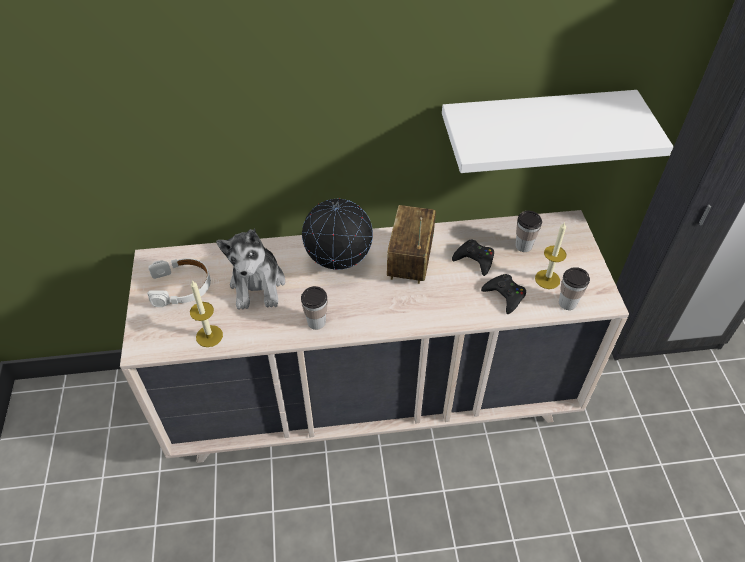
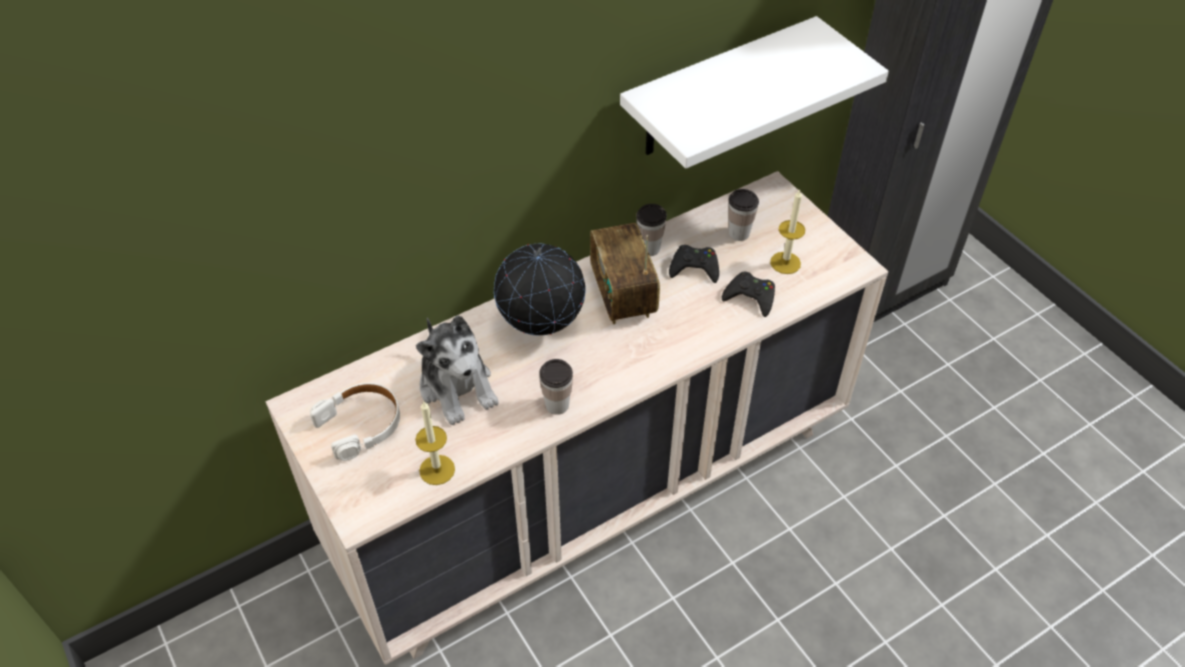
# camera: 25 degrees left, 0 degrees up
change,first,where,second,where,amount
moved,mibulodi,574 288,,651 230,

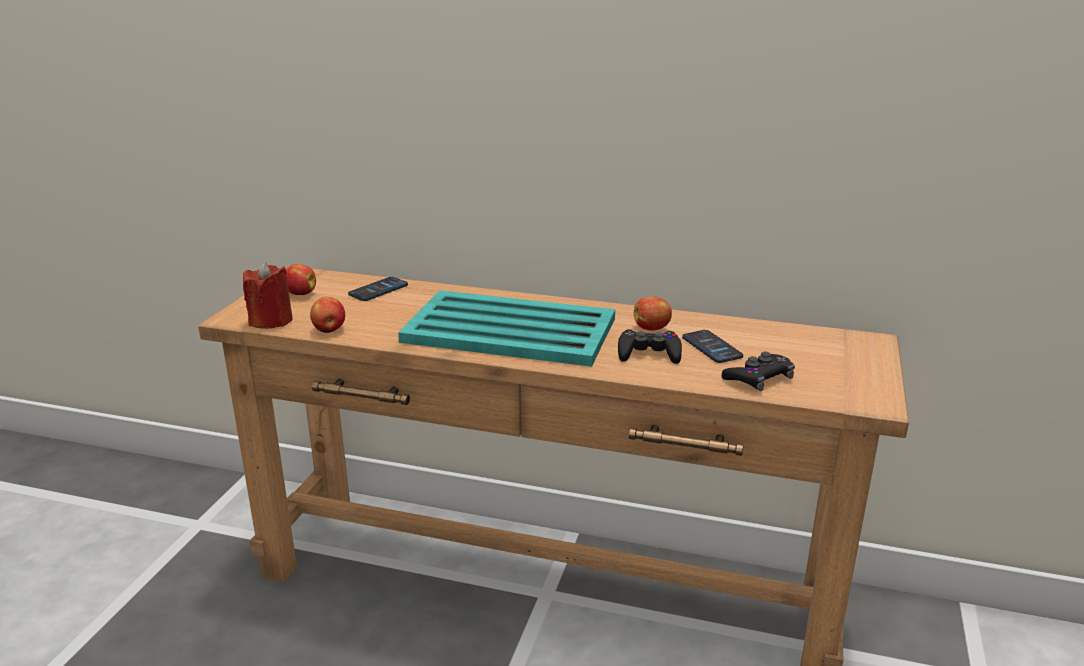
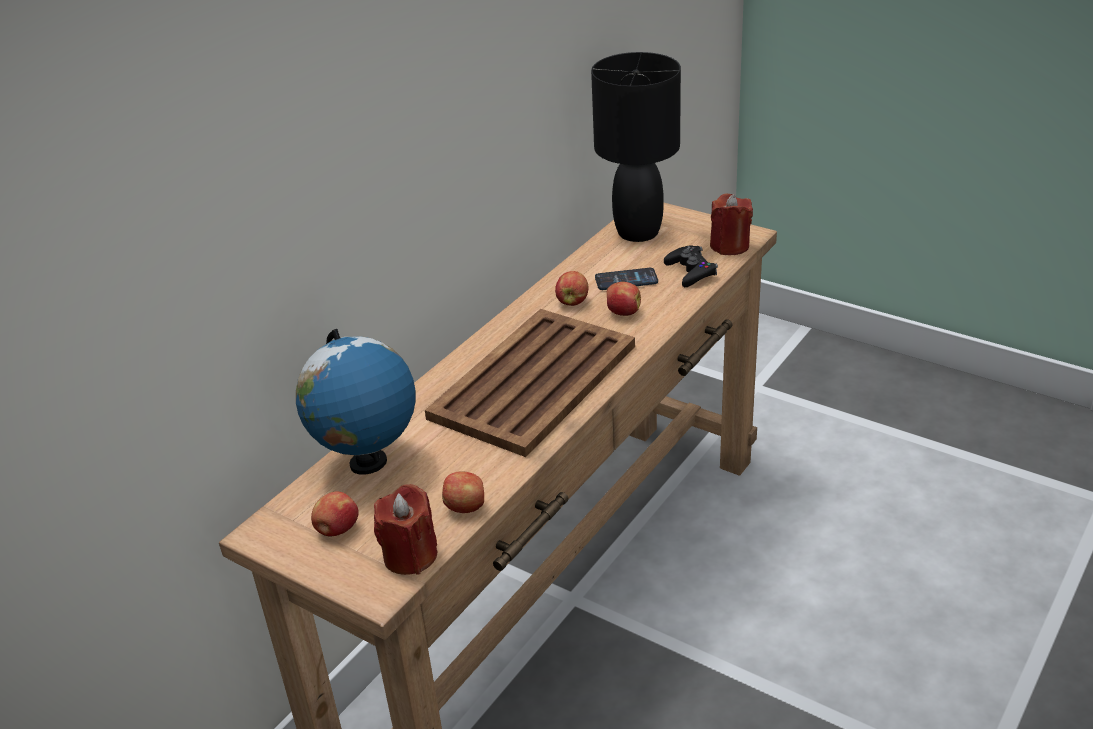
# camera: 70 degrees left, 10 degrees up
change,first,where,second,where,amount
replaced,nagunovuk,378 289,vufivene,356 402,
recoloured,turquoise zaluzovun,506 328,brown zaluzovun,530 383,
added,,,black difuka,636 147,
replaced,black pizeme,650 346,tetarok,624 299,
added,,,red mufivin,731 224,

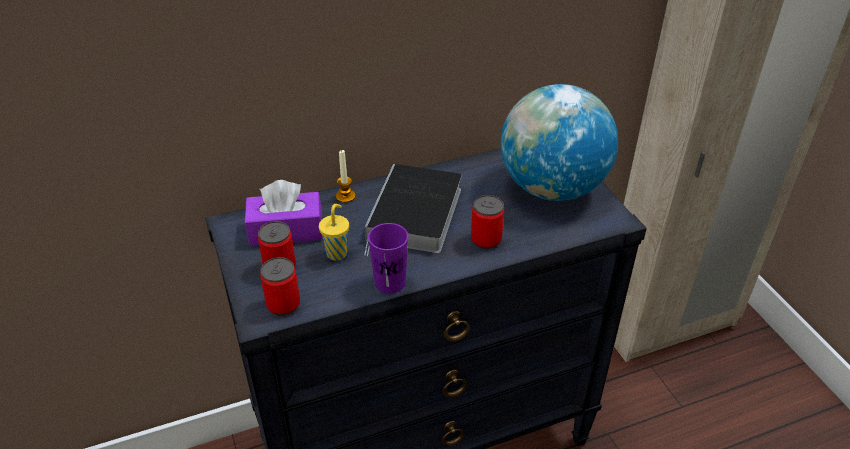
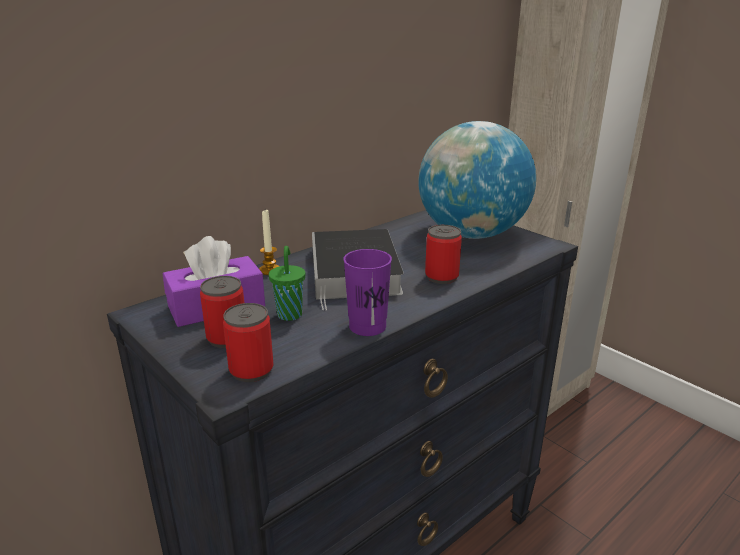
# camera: 20 degrees left, 15 degrees down
change,first,where,second,where,amount
recoloured,yellow mibulodi,334 232,green mibulodi,287 283,

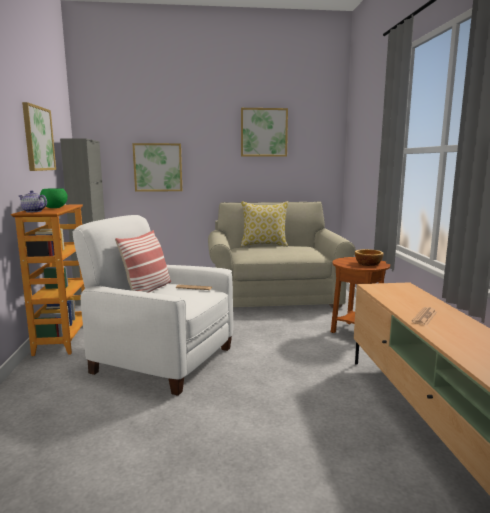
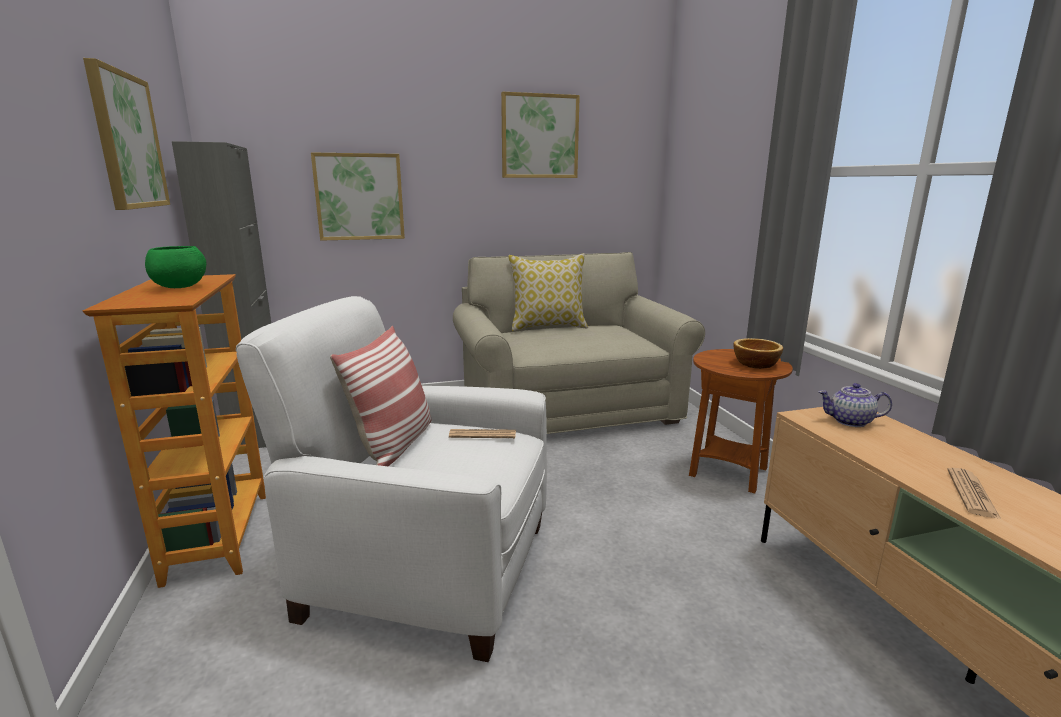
# camera: 10 degrees left, 5 degrees up
change,first,where,second,where,amount
moved,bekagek,33 201,,855 405,

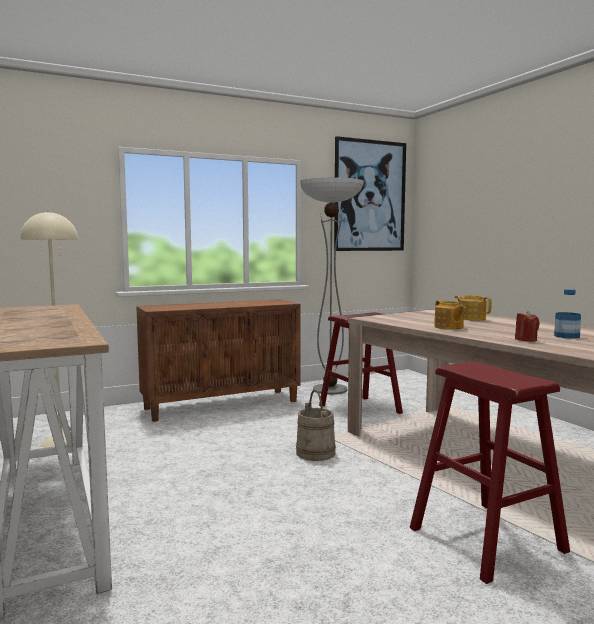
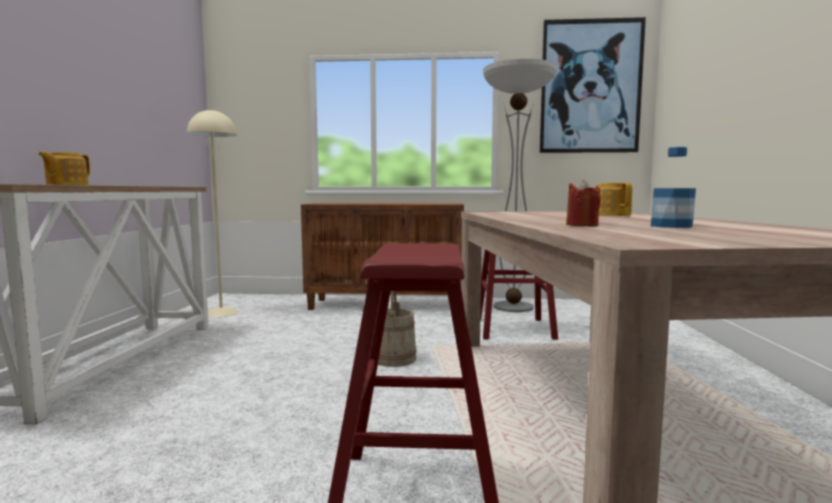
# camera: 30 degrees right, 0 degrees up
change,first,where,second,where,amount
moved,bekagek,450 314,,64 168,

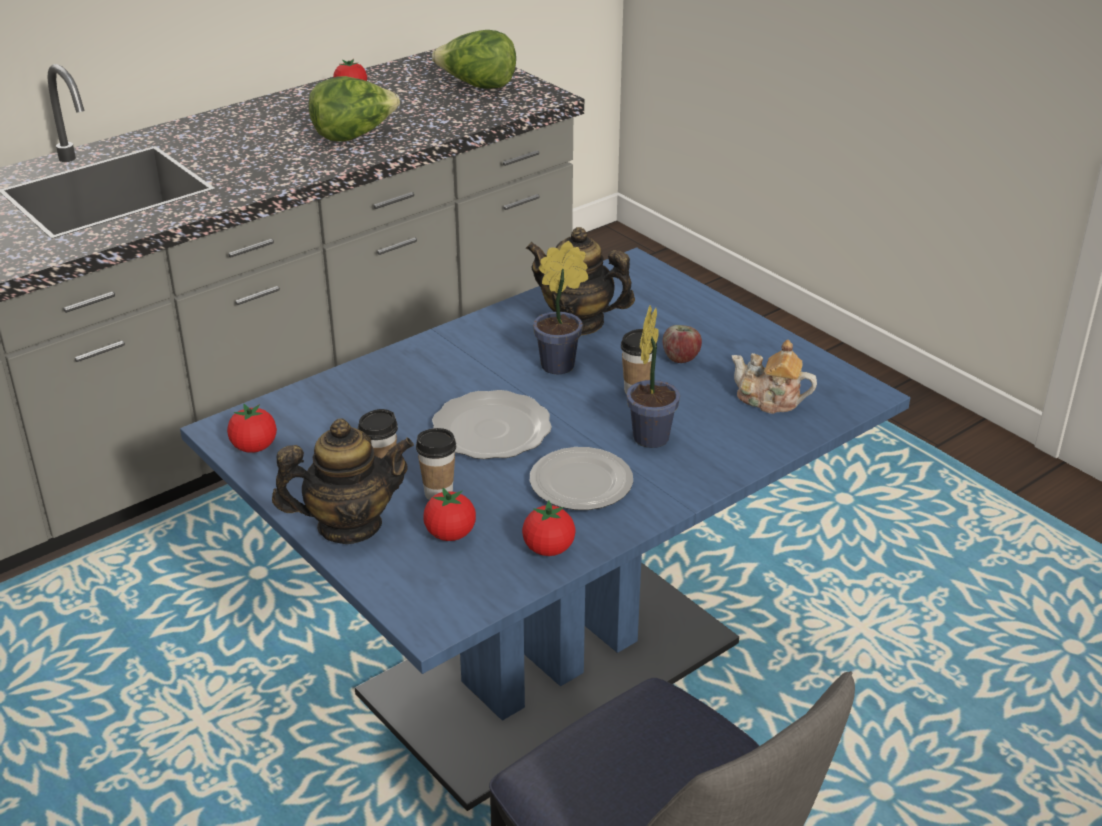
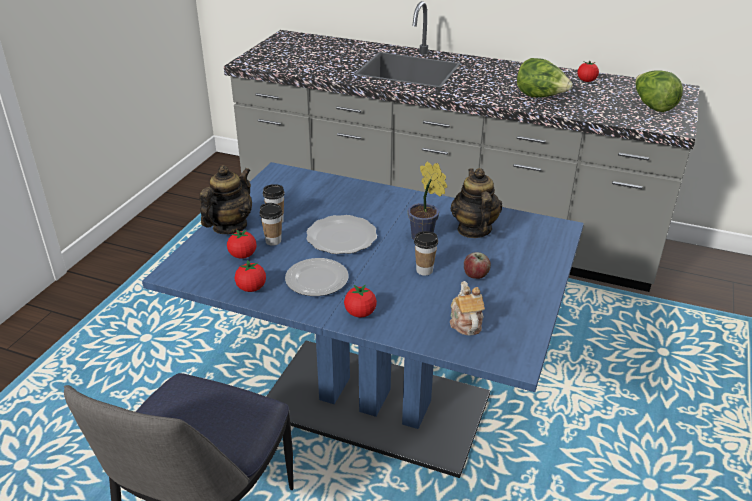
# camera: 60 degrees right, 0 degrees up
change,first,where,second,where,amount
turned,bekagek,343 481,,225 199,105 degrees counterclockwise
moved,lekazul,252 428,,360 301,
removed,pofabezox,653 377,,,

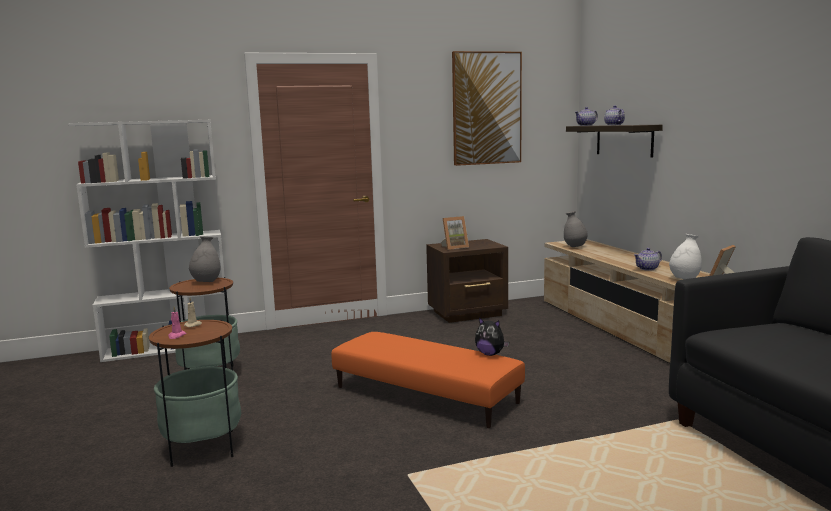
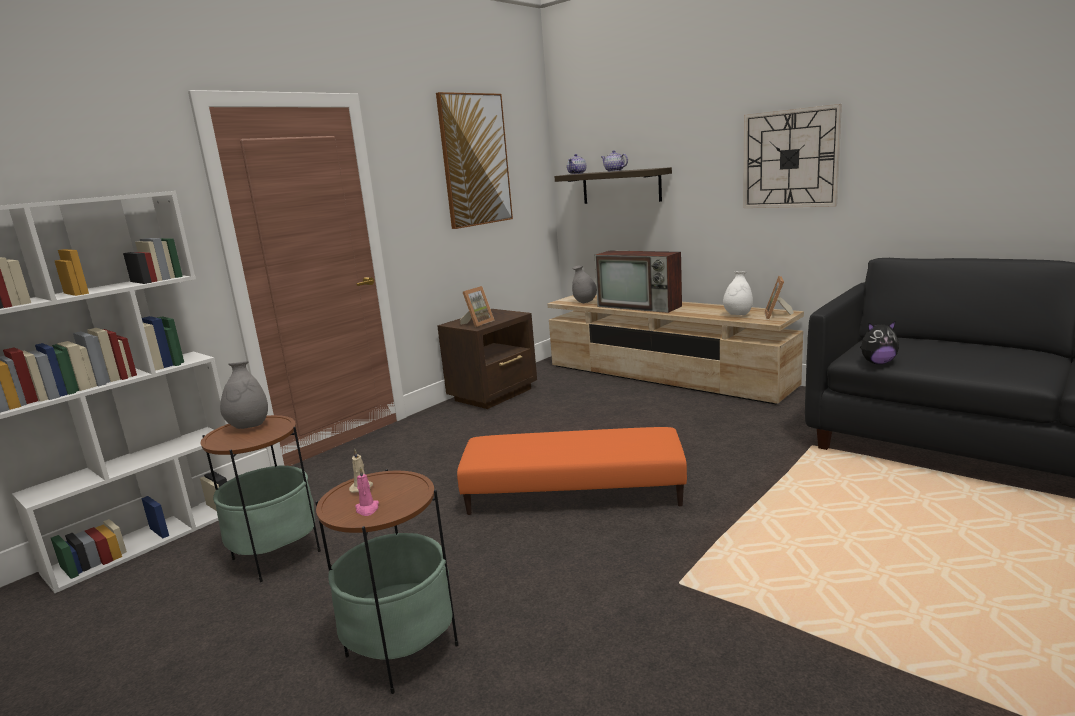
# camera: 30 degrees left, 5 degrees up
change,first,where,second,where,amount
added,,,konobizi,638 281,
added,,,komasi,792 156,
moved,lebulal,492 336,,879 342,
removed,bekagek,648 259,,,

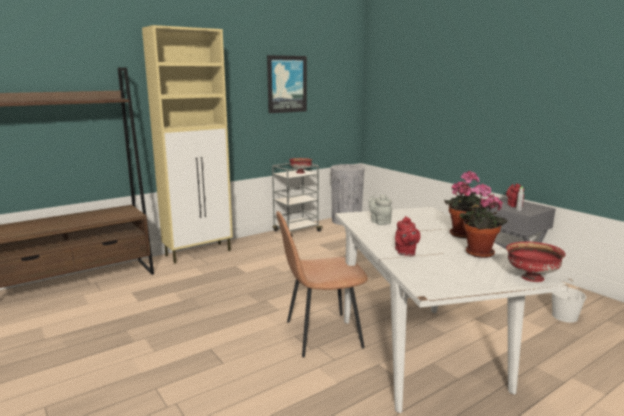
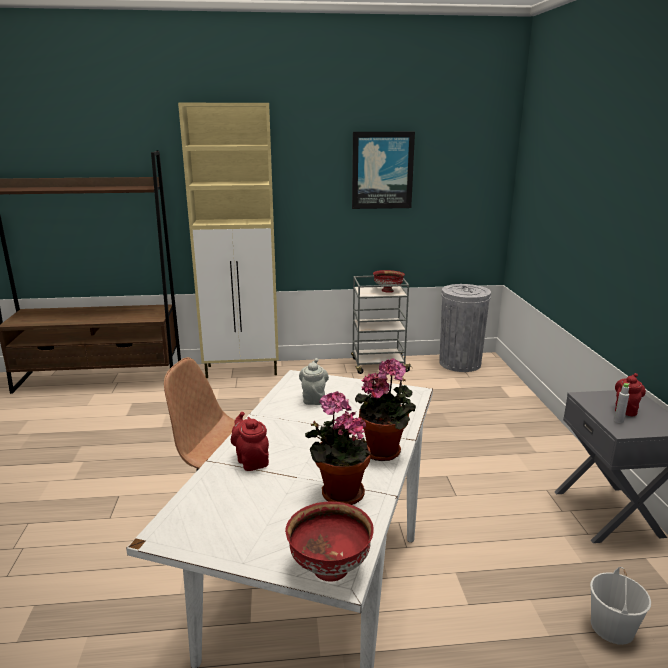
# camera: 30 degrees right, 5 degrees up
change,first,where,second,where,amount
turned,red bekagek,407 236,,250 441,120 degrees clockwise

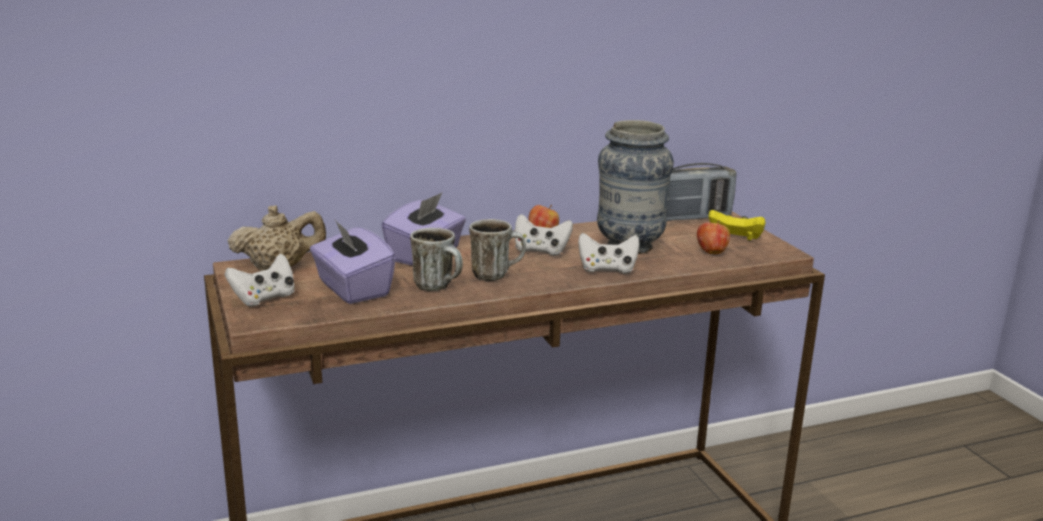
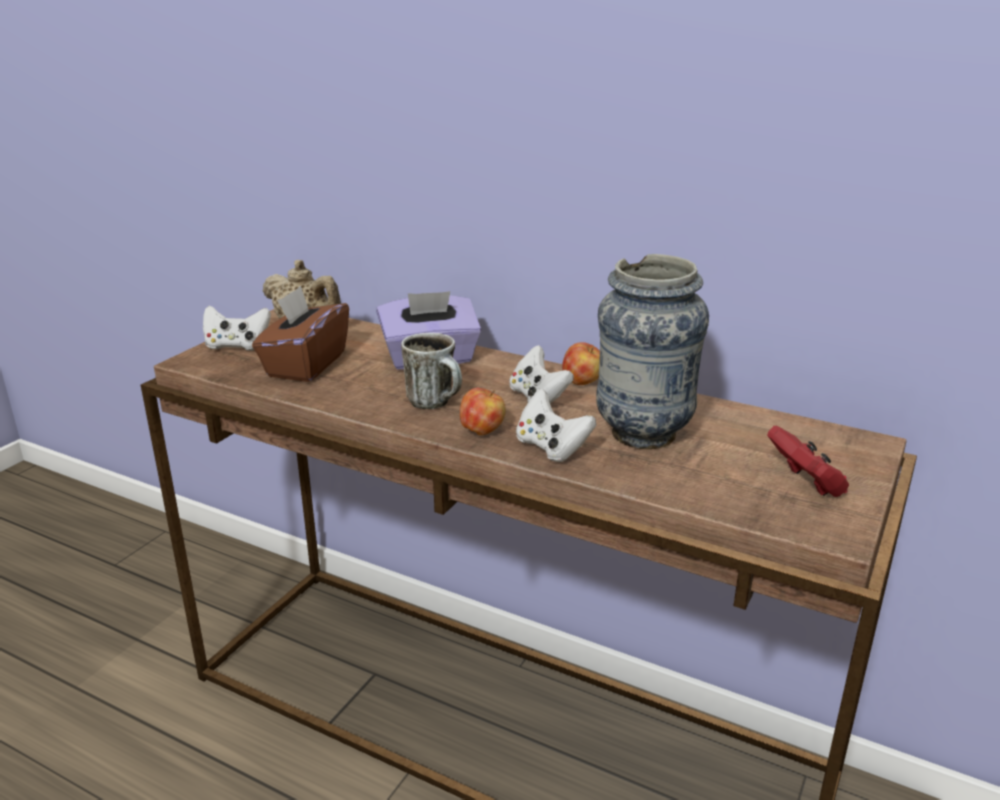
# camera: 50 degrees right, 5 degrees up
change,first,where,second,where,amount
recoloured,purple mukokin,353 262,brown mukokin,300 334,
moved,tetarok,713 237,,483 411,
recoloured,yellow pizeme,737 225,red pizeme,808 461,
removed,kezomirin,436 259,,,
removed,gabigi,701 192,,,

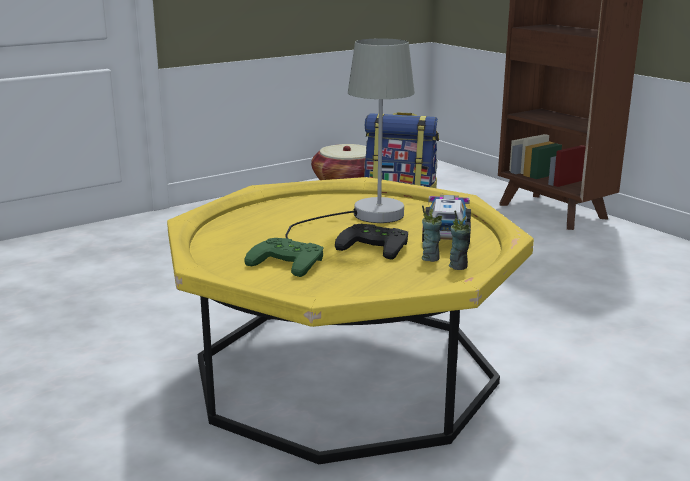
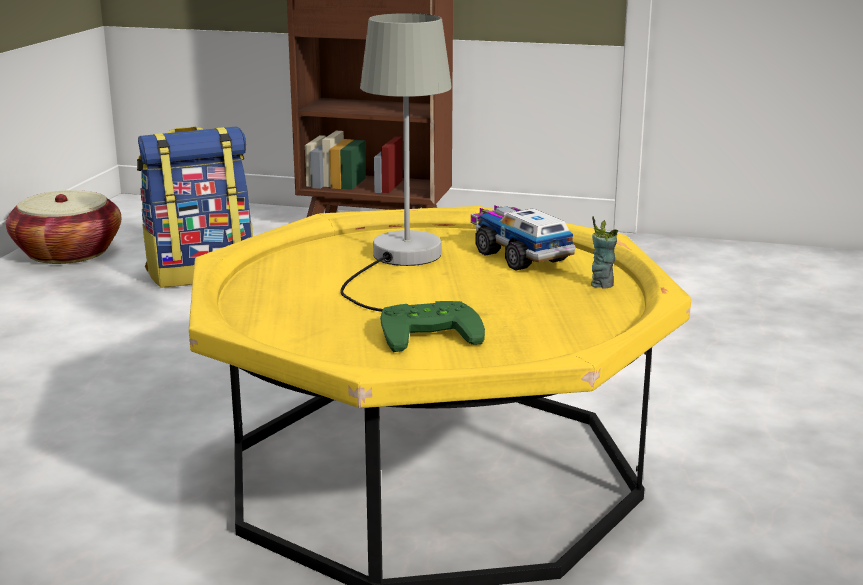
# camera: 40 degrees left, 0 degrees up
change,first,where,second,where,amount
removed,black pizeme,371 242,,,
removed,mibulodi,432 233,,,

